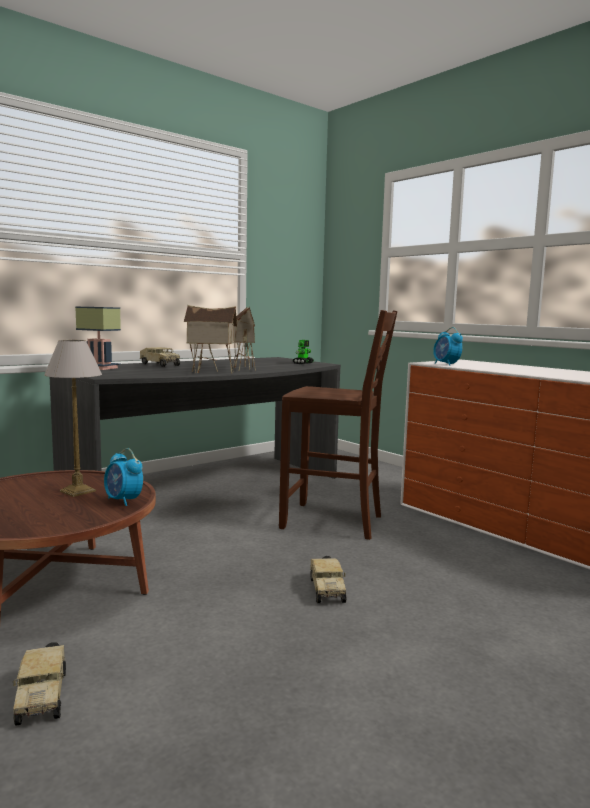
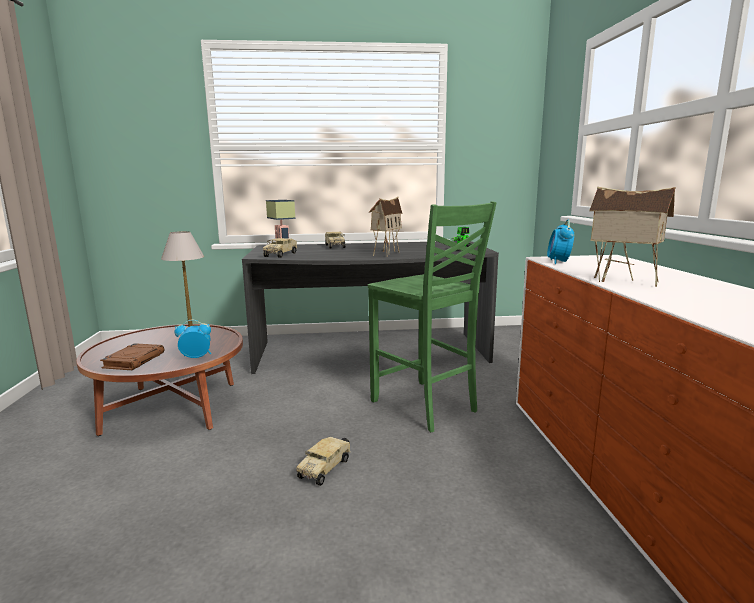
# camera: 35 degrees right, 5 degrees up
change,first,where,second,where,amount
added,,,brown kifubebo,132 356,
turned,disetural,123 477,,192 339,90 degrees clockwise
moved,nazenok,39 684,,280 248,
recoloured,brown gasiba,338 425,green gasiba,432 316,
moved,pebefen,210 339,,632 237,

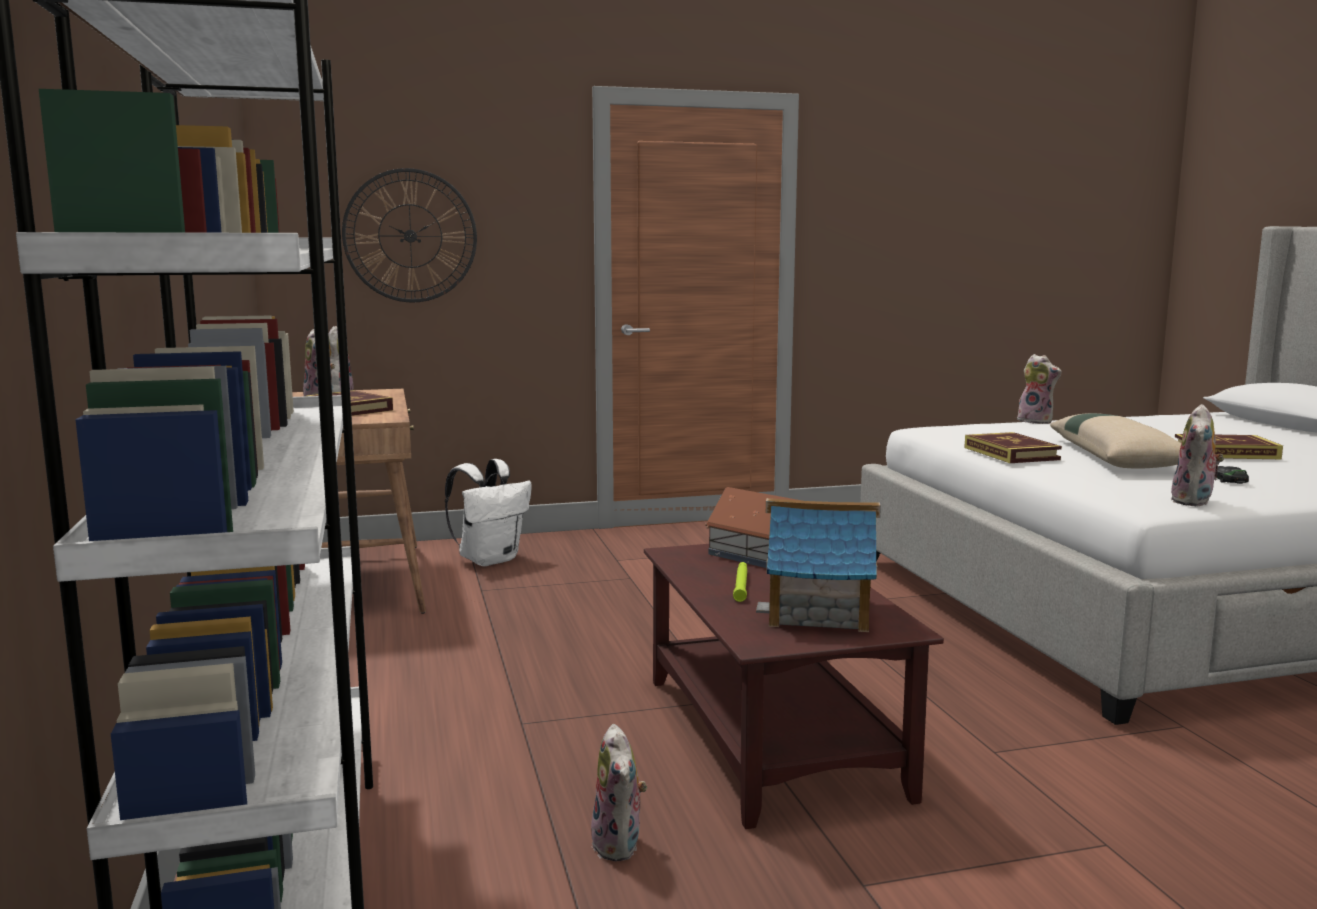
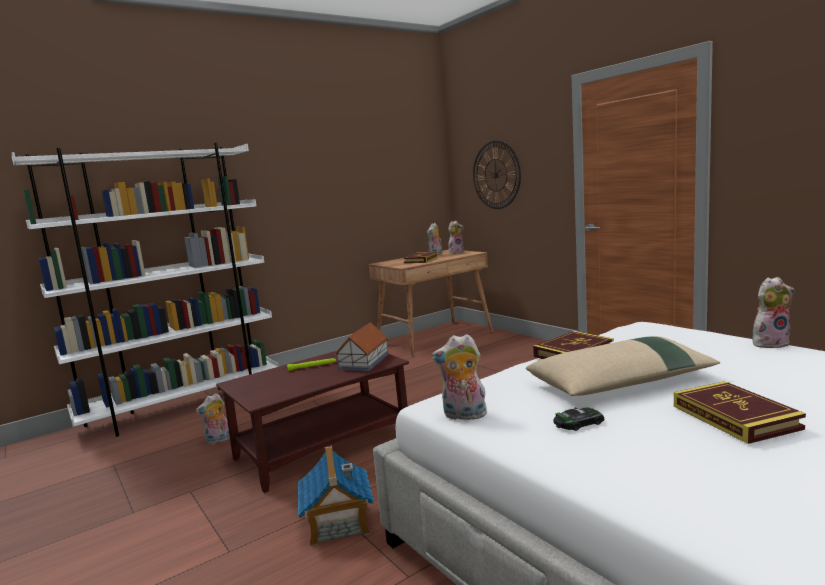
# camera: 70 degrees right, 0 degrees up
change,first,where,second,where,amount
moved,pebefen,818 565,,335 496,
turned,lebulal,1039 389,,773 312,120 degrees counterclockwise
removed,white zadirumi,488 512,,,

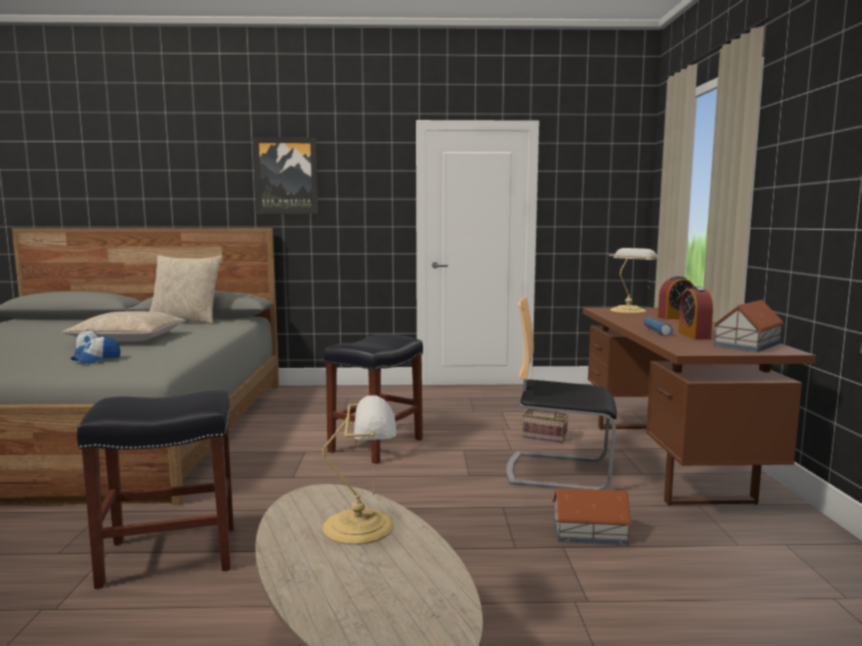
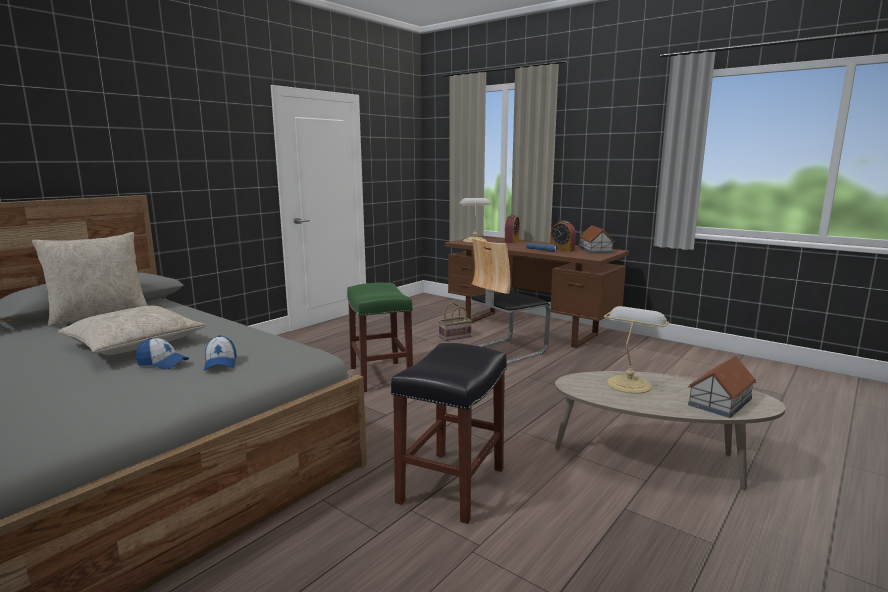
# camera: 50 degrees left, 5 degrees up
change,first,where,second,where,amount
recoloured,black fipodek,373 399,green fipodek,380 337,
moved,pebefen,592 516,,722 387,
removed,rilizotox,285 175,,,

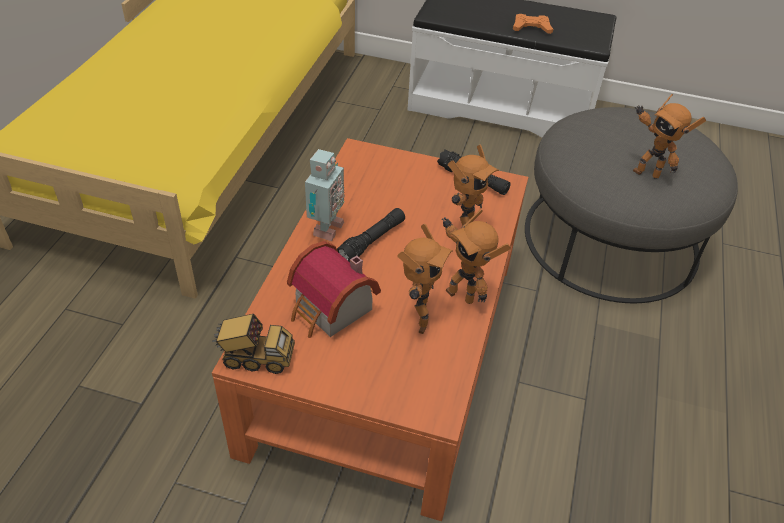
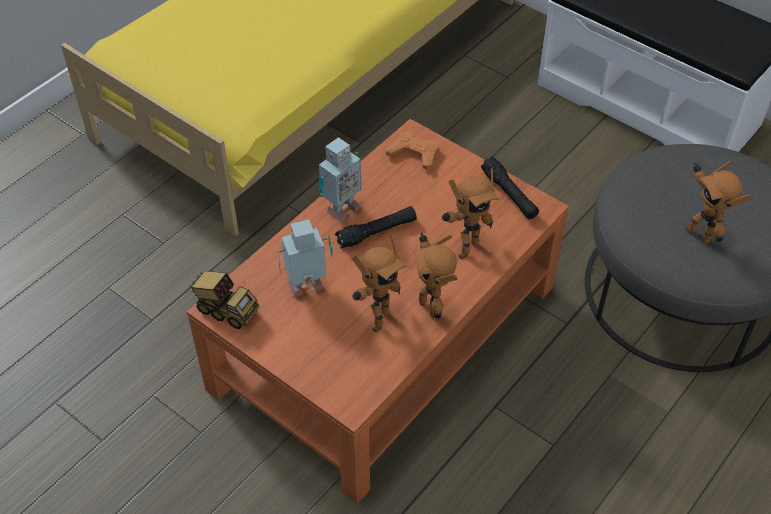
# camera: 25 degrees right, 5 degrees up
change,first,where,second,where,amount
replaced,pebefen,334 289,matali,305 258,
moved,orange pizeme,533 24,,412 150,

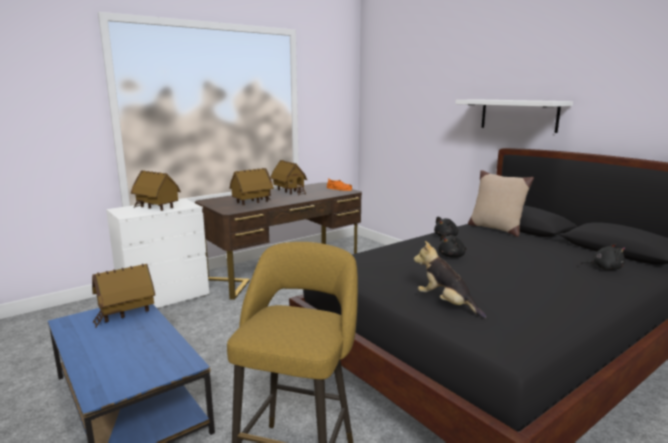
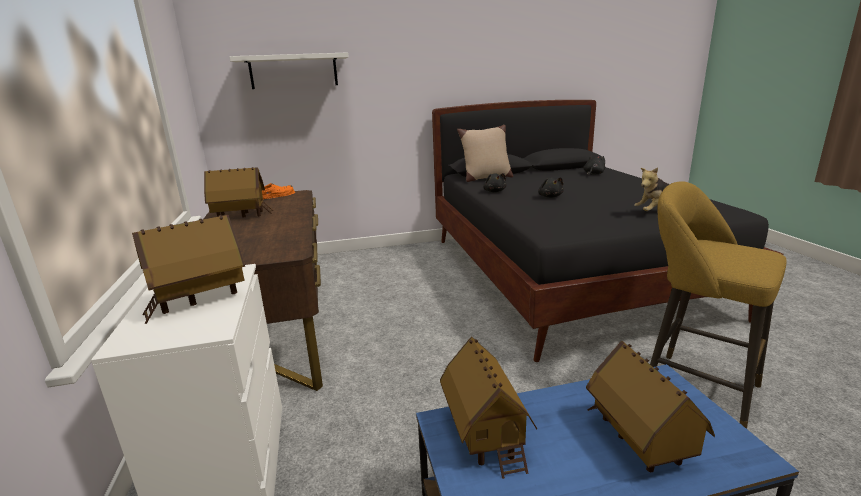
# camera: 65 degrees left, 5 degrees up
change,first,where,second,where,amount
moved,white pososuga,514 116,,289 70,
moved,pebefen,251 186,,650 406,

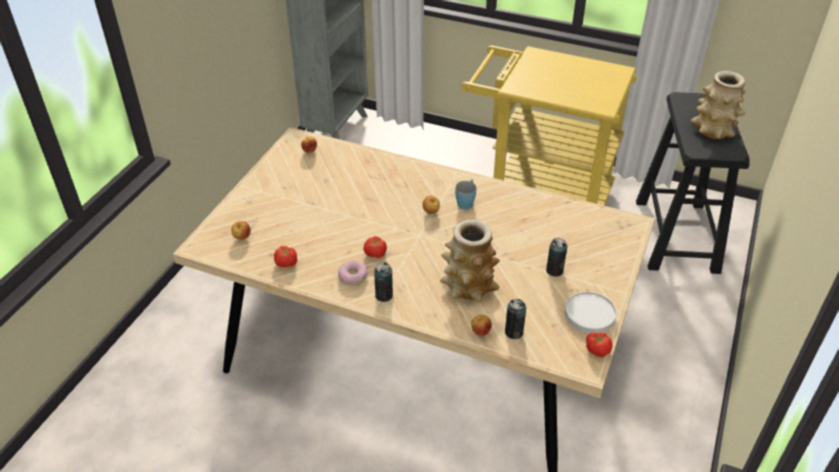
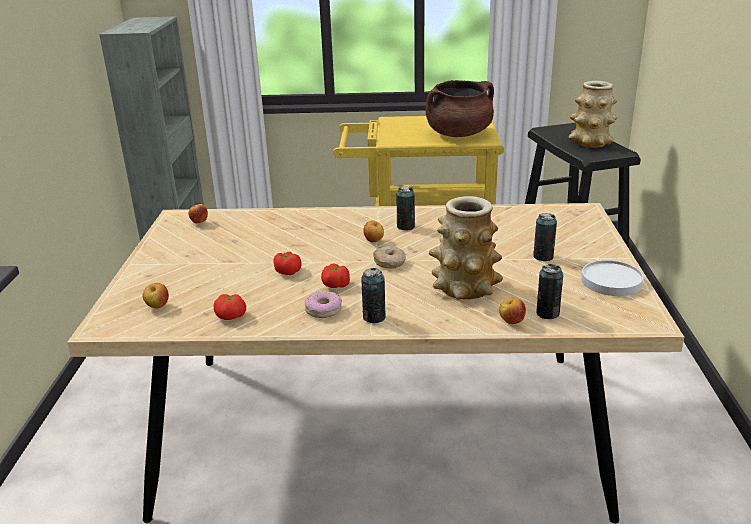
# camera: 20 degrees left, 15 degrees down
change,first,where,second,where,amount
moved,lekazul,599 344,,287 263,
added,,,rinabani,389 257,
replaced,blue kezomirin,465 194,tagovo,405 208,
added,,,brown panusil,459 108,

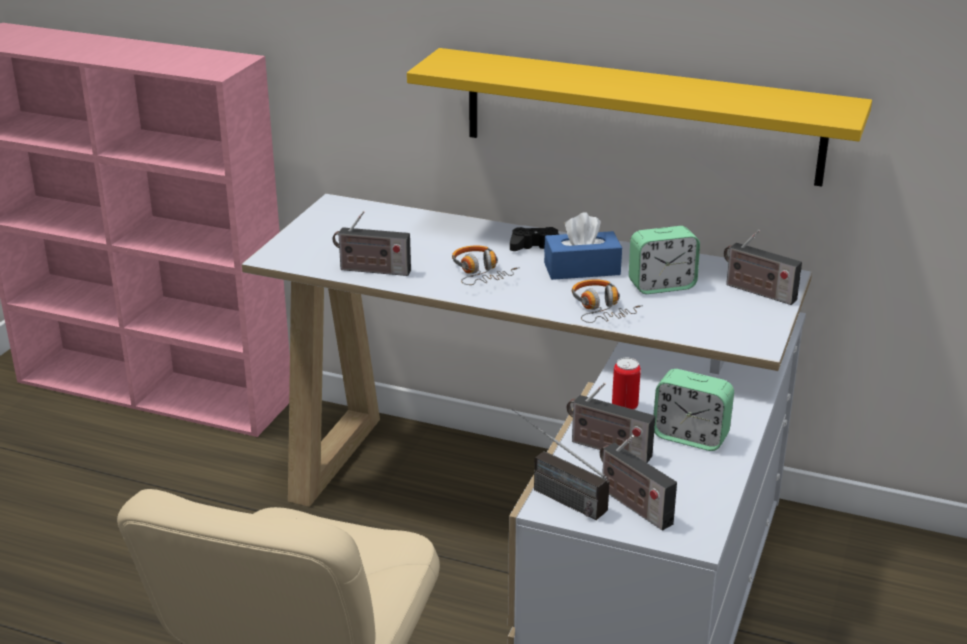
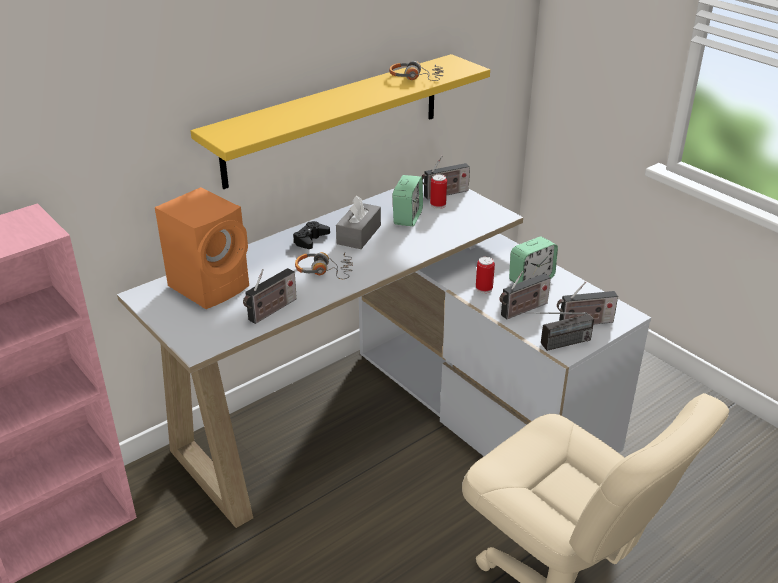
# camera: 60 degrees left, 5 degrees up
change,first,where,second,where,amount
added,,,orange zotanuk,202 248,
recoloured,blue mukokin,583 246,grey mukokin,358 222,
moved,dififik,607 301,,416 71,
added,,,tagovo,438 191,

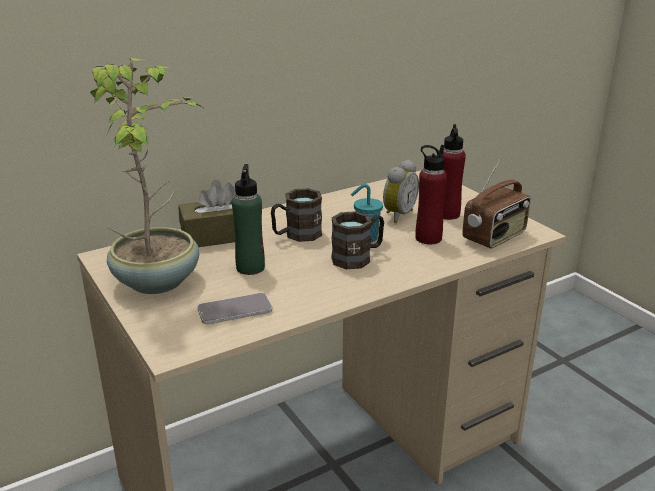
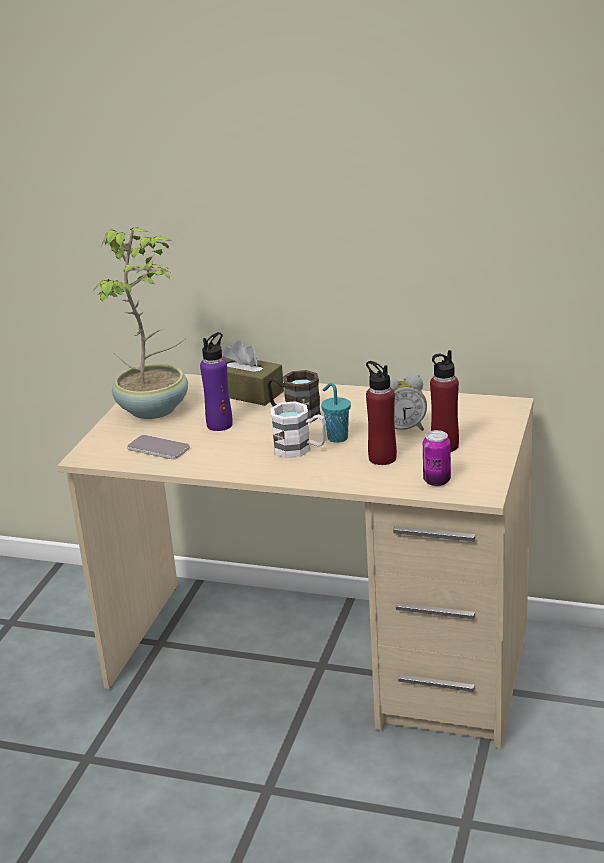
# camera: 50 degrees right, 0 degrees up
change,first,where,second,where,amount
recoloured,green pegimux,248 219,purple pegimux,216 381,
recoloured,brown kezomirin,357 240,white kezomirin,298 429,
replaced,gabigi,496 203,tagovo,437 458,

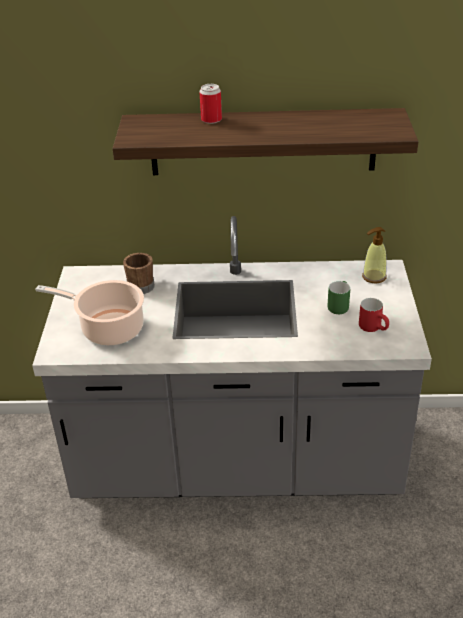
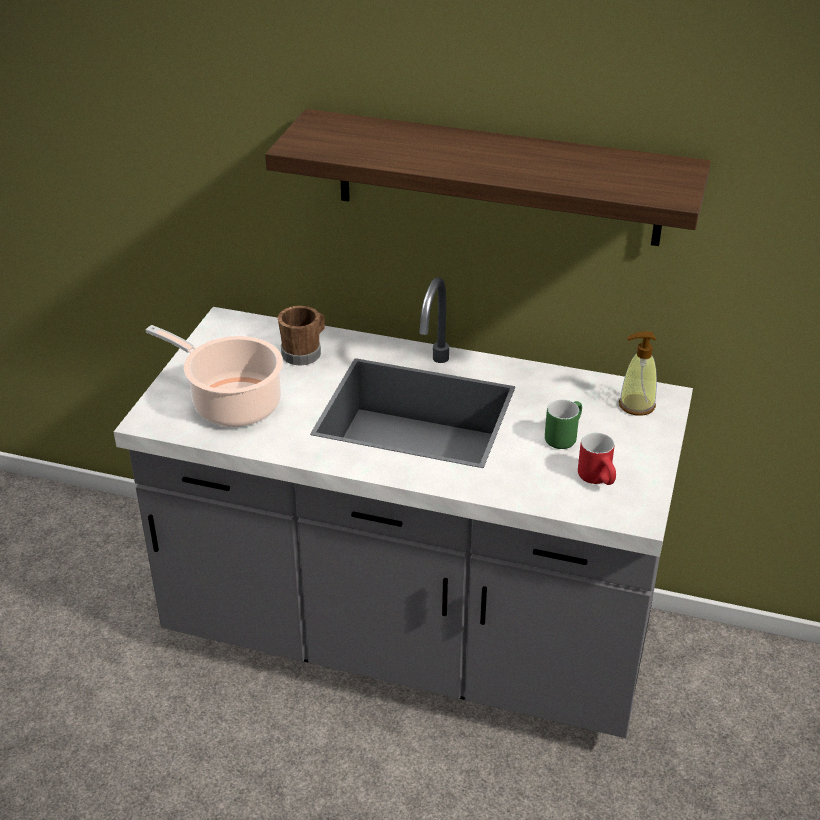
# camera: 15 degrees right, 0 degrees up
change,first,where,second,where,amount
removed,tagovo,211 104,,,

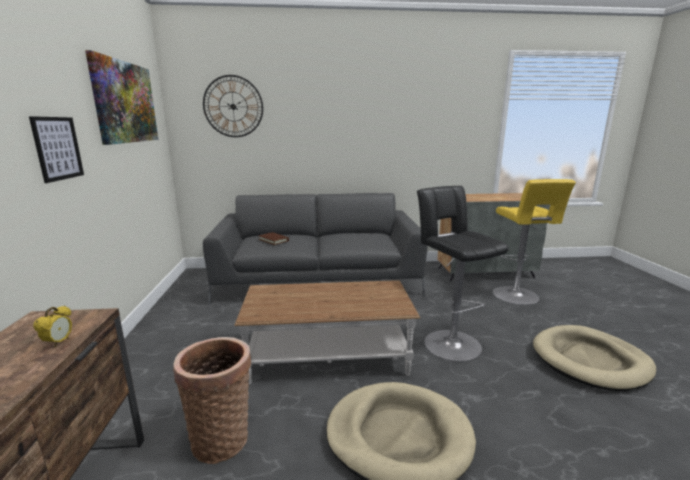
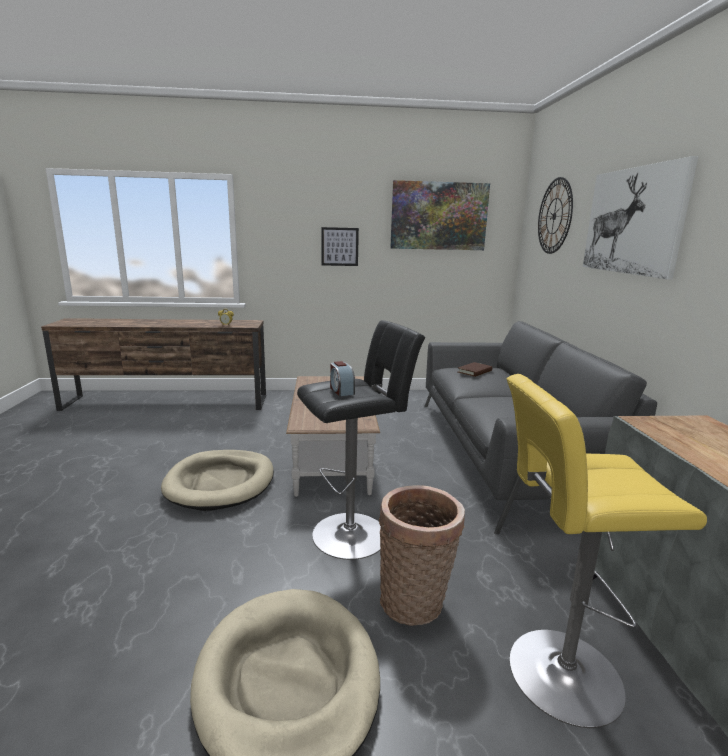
# camera: 90 degrees right, 0 degrees up
change,first,where,second,where,amount
added,,,disetural,342 378,
moved,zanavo,212 400,,422 555,
added,,,rilizotox,640 218,

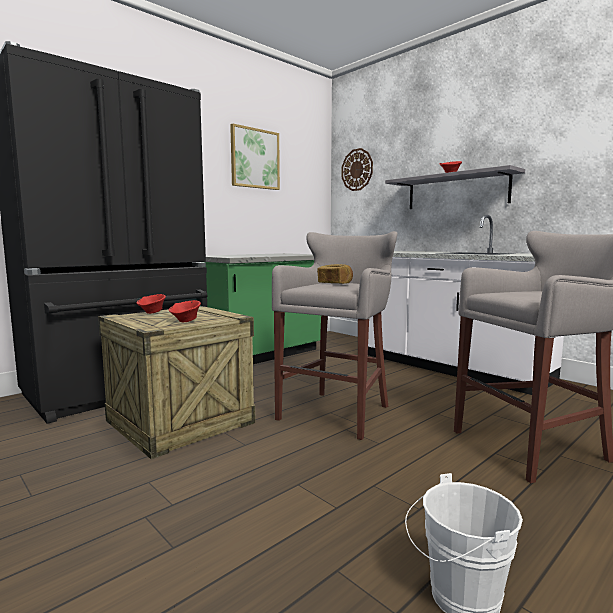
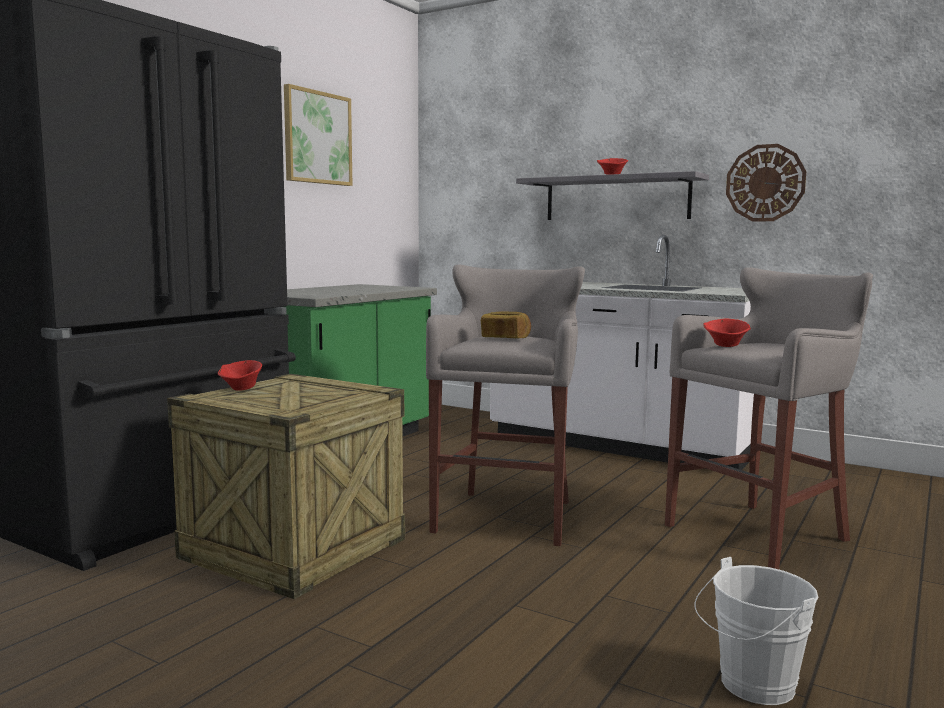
# camera: 15 degrees left, 0 degrees up
change,first,where,second,where,amount
moved,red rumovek,185 311,,727 332,
moved,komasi,357 169,,766 182,

